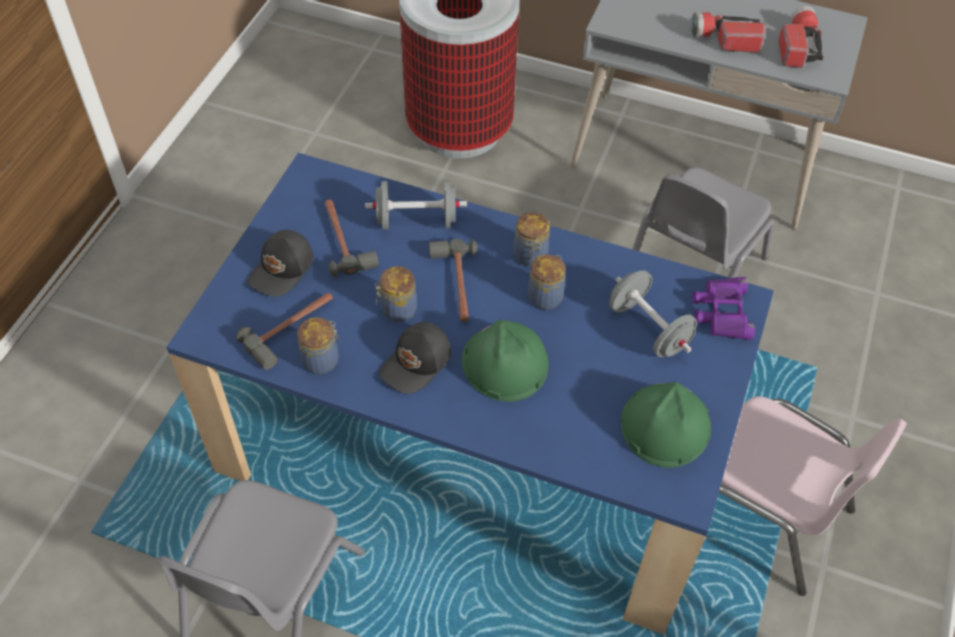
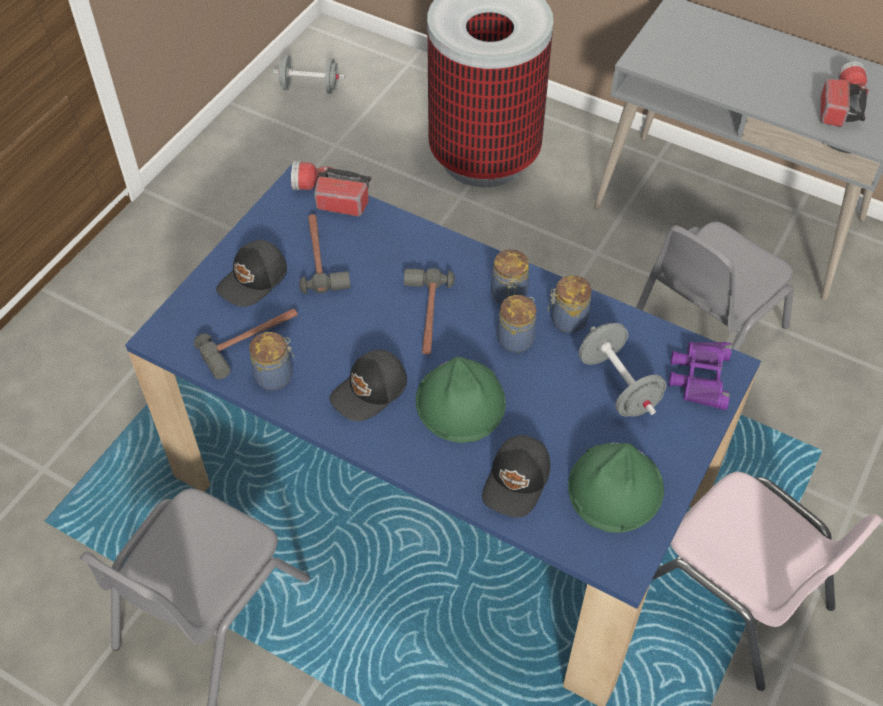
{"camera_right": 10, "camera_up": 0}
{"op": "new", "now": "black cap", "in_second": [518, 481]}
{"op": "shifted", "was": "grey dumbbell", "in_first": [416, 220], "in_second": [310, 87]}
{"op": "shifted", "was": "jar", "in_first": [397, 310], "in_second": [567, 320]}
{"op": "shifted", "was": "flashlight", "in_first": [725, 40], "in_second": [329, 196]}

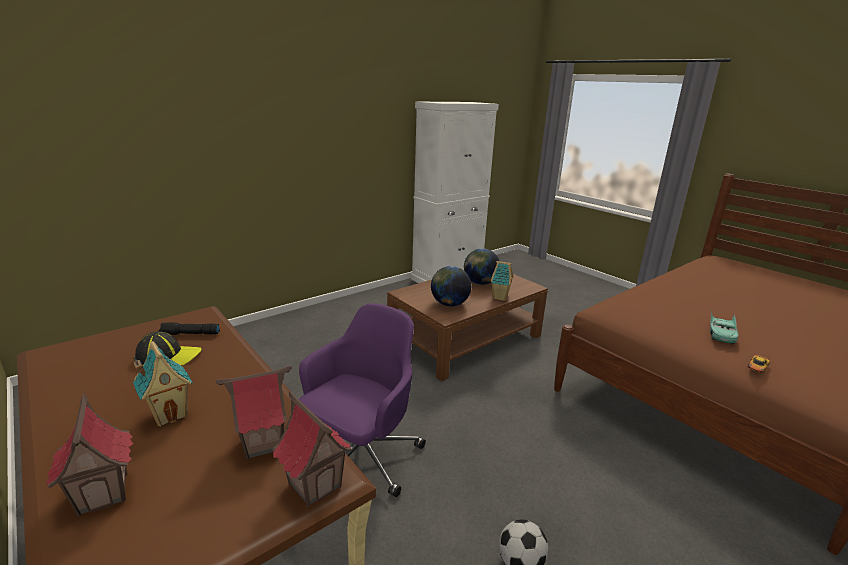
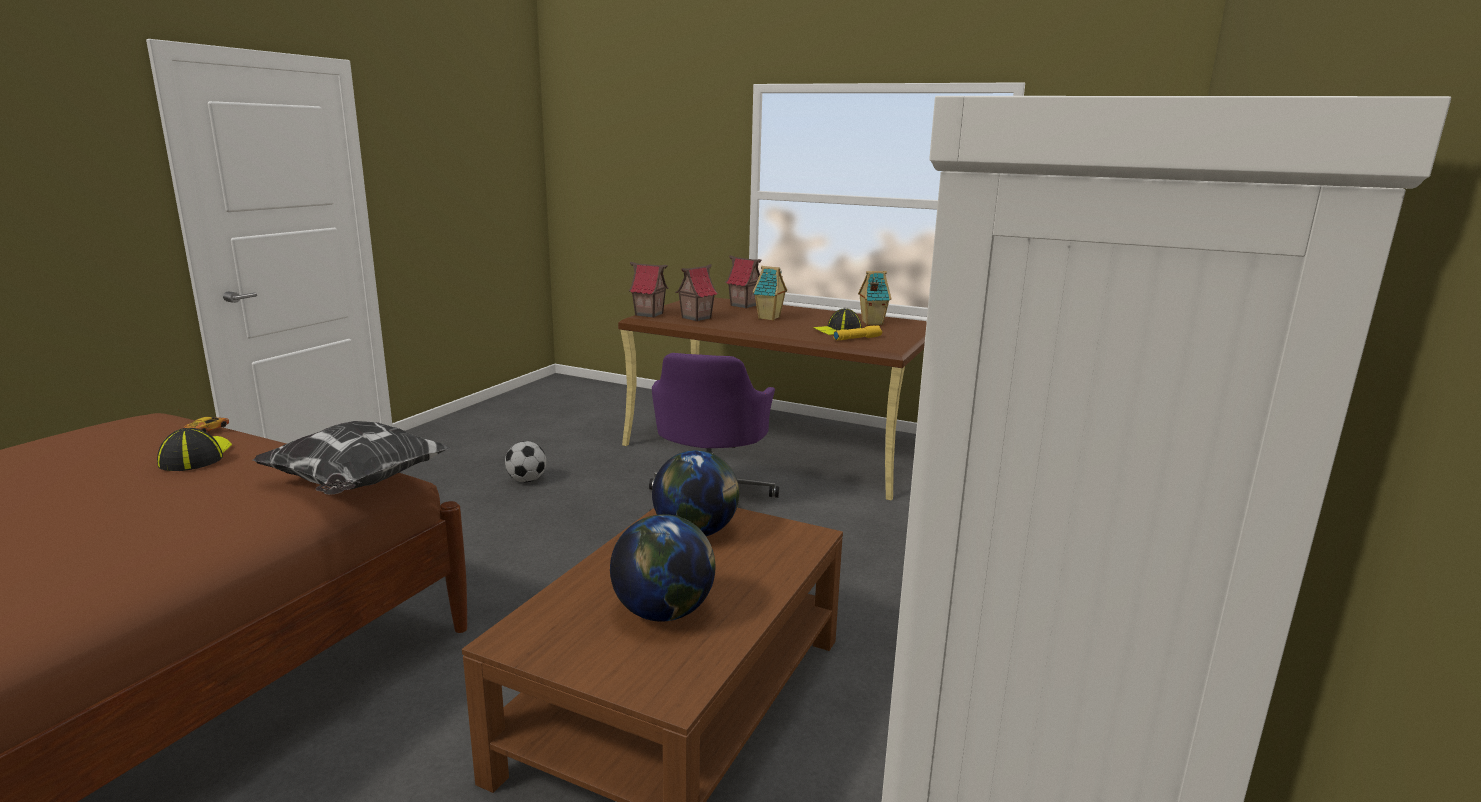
{"camera_right": 155, "camera_up": -5}
{"op": "new", "now": "pillow", "in_second": [357, 485]}
{"op": "shifted", "was": "toy house", "in_first": [500, 297], "in_second": [871, 323]}
{"op": "swapped", "was": "turquoise toy car", "now": "cap", "in_first": [721, 334], "in_second": [196, 457]}
{"op": "repainted", "was": "black flashlight", "now": "yellow flashlight", "in_first": [189, 334], "in_second": [857, 338]}

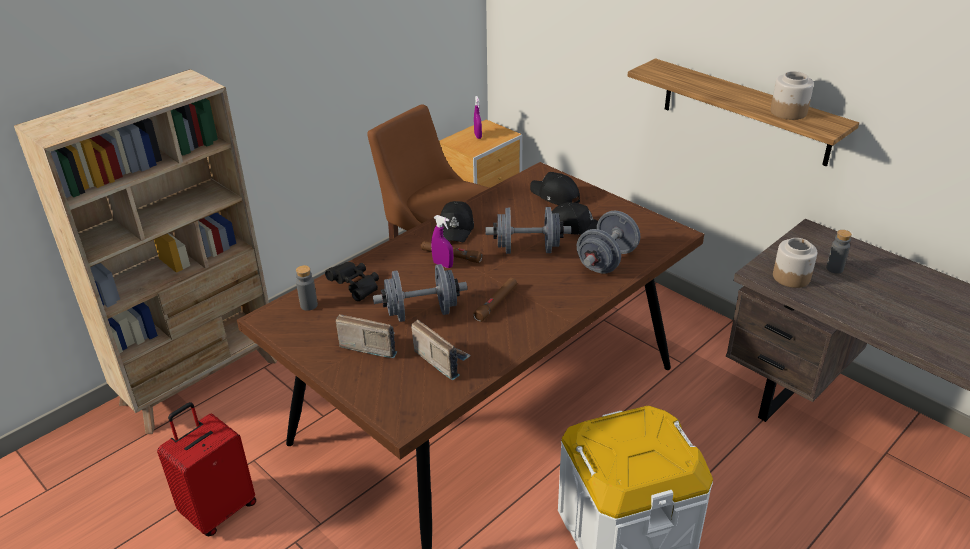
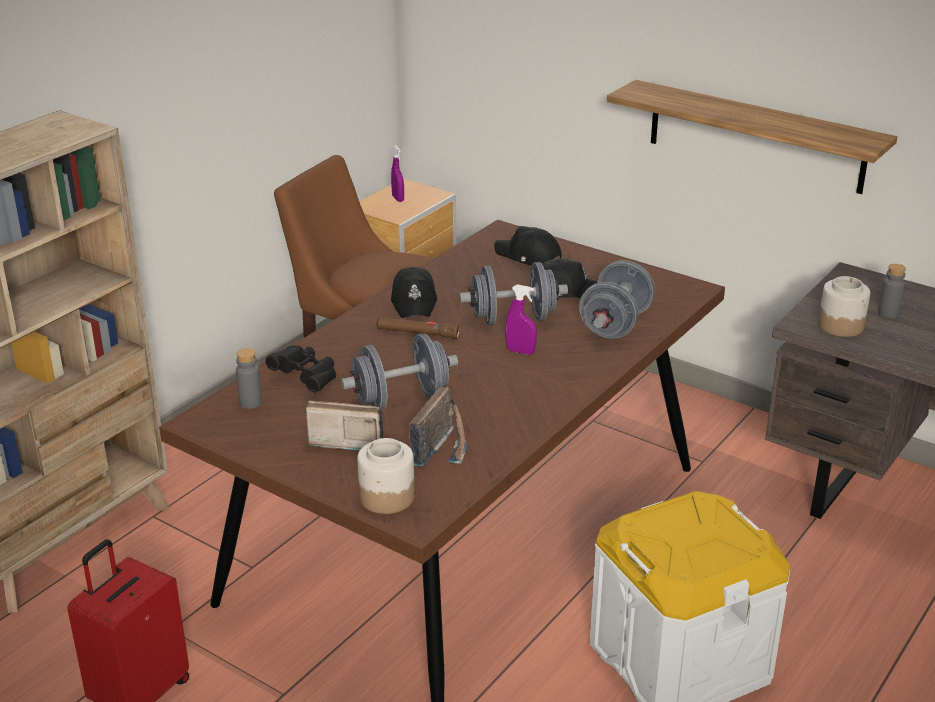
{"camera_right": -10, "camera_up": -5}
{"op": "gone", "was": "brown flashlight", "in_first": [496, 303]}
{"op": "shifted", "was": "purple spray bottle", "in_first": [443, 264], "in_second": [520, 351]}
{"op": "shifted", "was": "jar", "in_first": [788, 112], "in_second": [386, 497]}
{"op": "rotated", "was": "radio", "in_first": [441, 359], "in_second": [443, 448], "clockwise": 75}

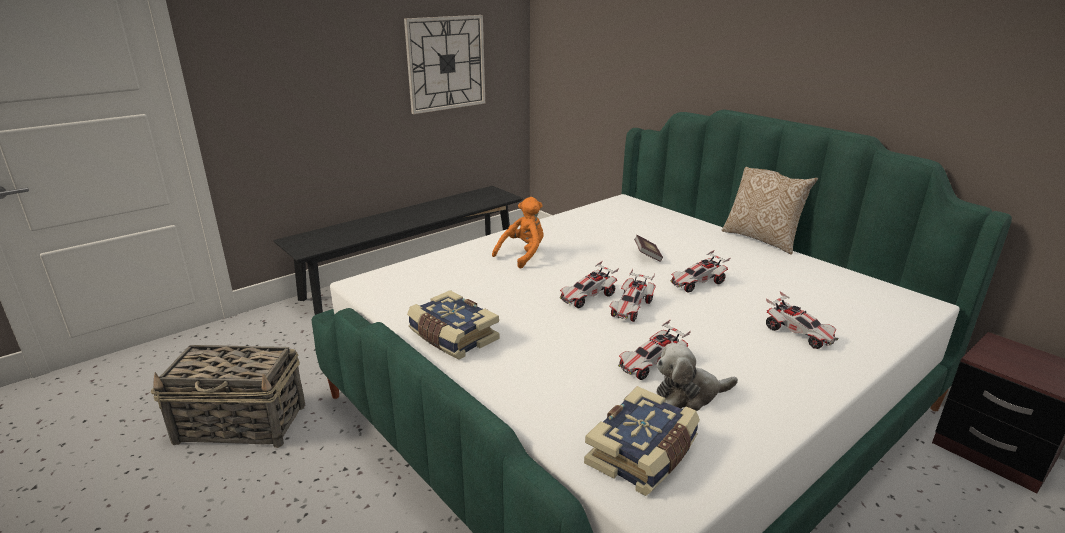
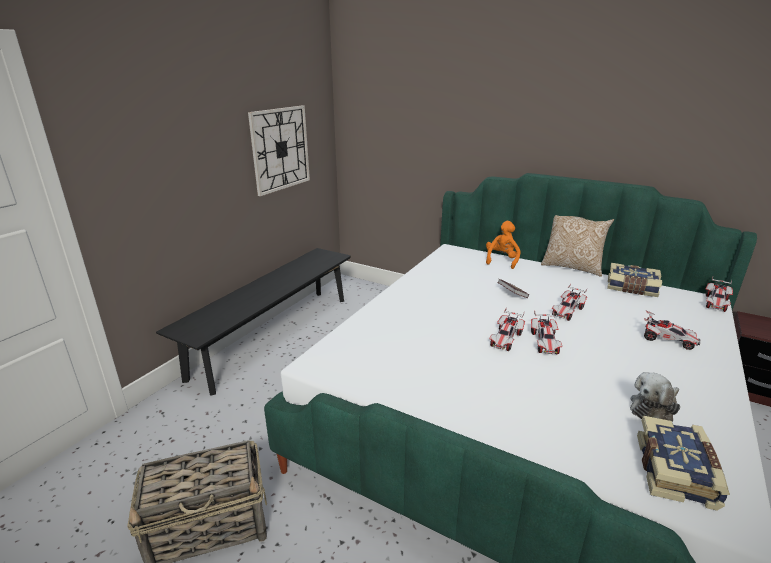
{"camera_right": -20, "camera_up": 0}
{"op": "shifted", "was": "book", "in_first": [452, 337], "in_second": [631, 288]}
{"op": "shifted", "was": "orange plush toy", "in_first": [523, 255], "in_second": [501, 260]}
{"op": "shifted", "was": "toy car", "in_first": [651, 365], "in_second": [716, 303]}

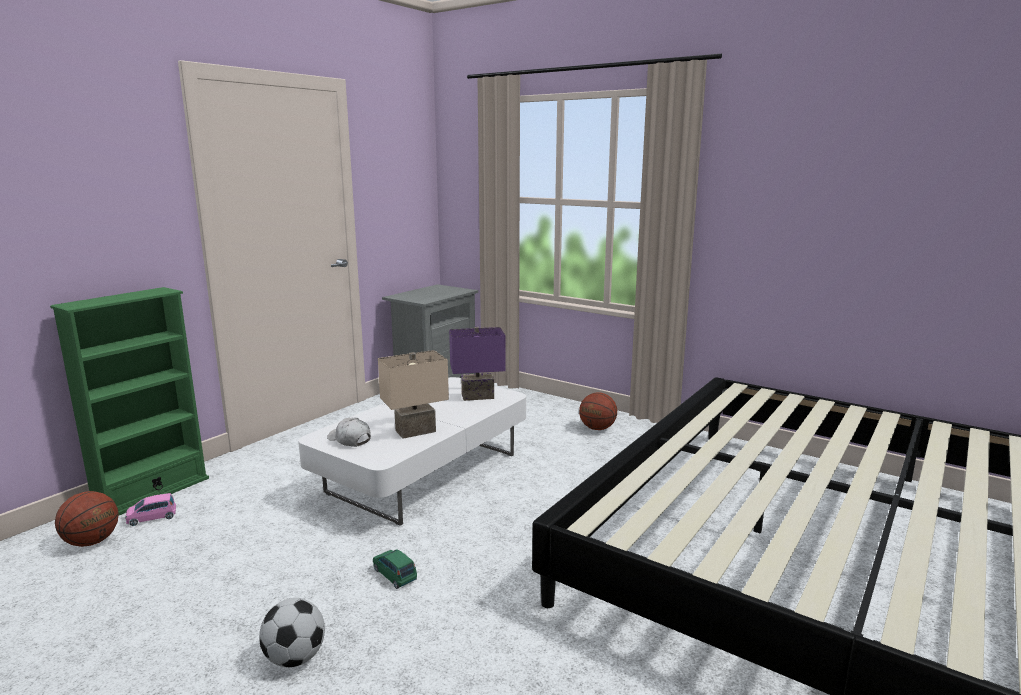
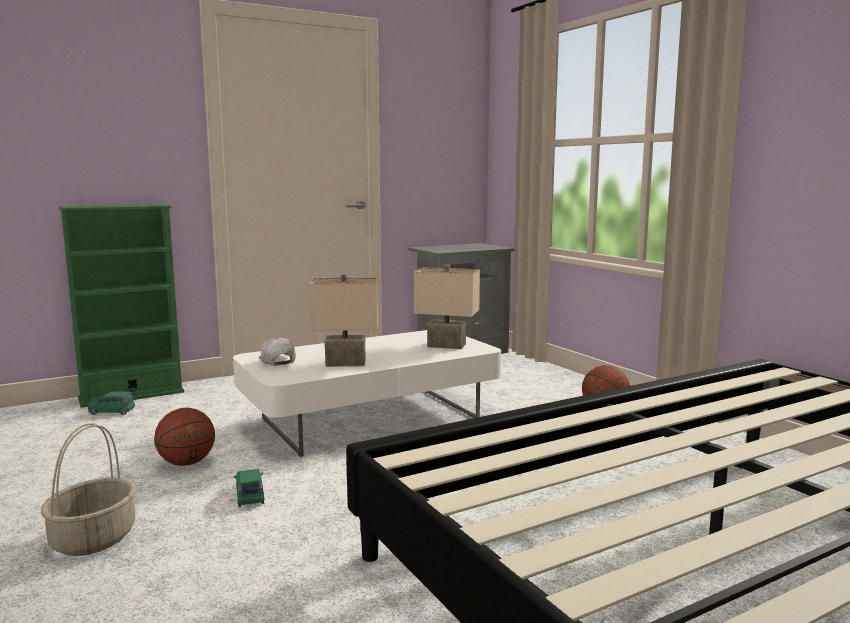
{"camera_right": 25, "camera_up": -5}
{"op": "shifted", "was": "basketball", "in_first": [92, 542], "in_second": [186, 463]}
{"op": "swapped", "was": "football", "now": "basket", "in_first": [295, 658], "in_second": [94, 538]}
{"op": "repainted", "was": "pink toy car", "now": "green toy car", "in_first": [152, 518], "in_second": [111, 412]}
{"op": "repainted", "was": "purple table lamp", "now": "beige table lamp", "in_first": [477, 397], "in_second": [445, 346]}

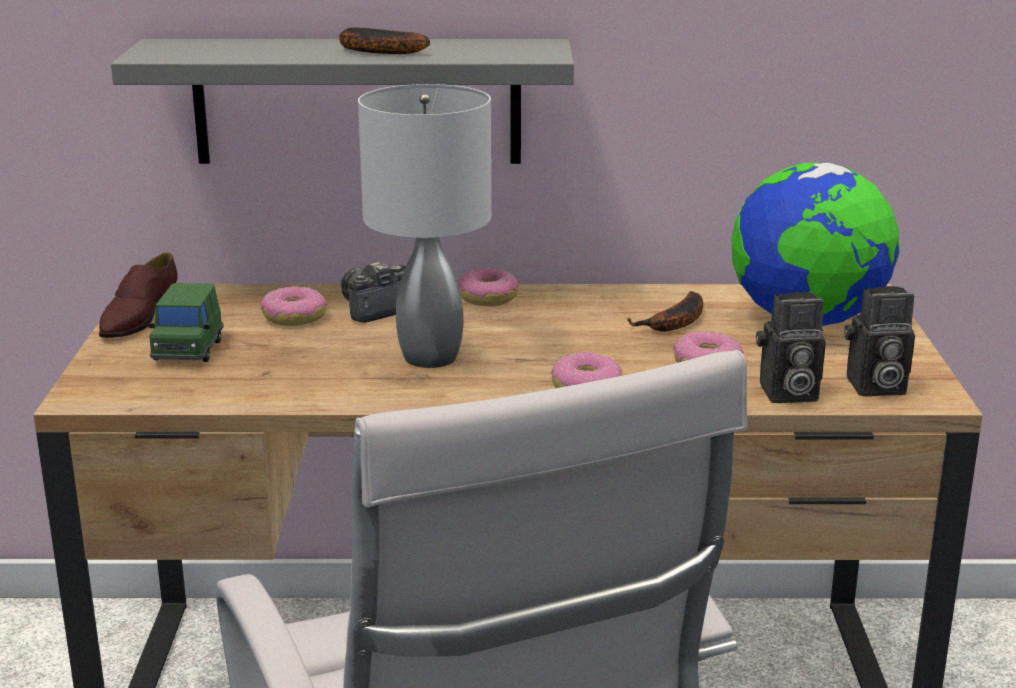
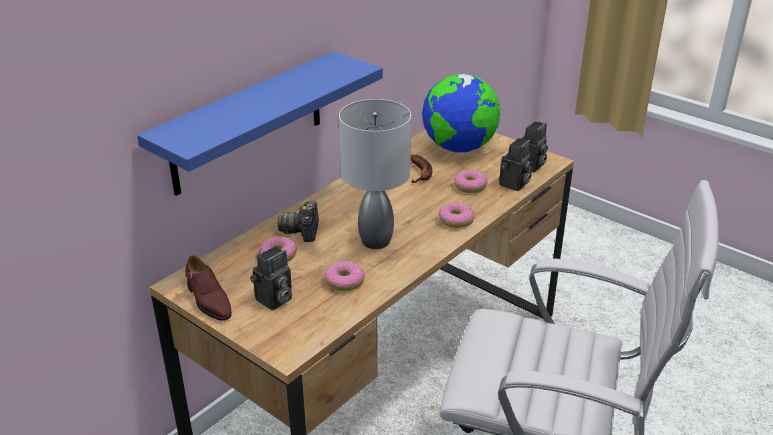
{"camera_right": -50, "camera_up": 10}
{"op": "gone", "was": "banana", "in_first": [373, 51]}
{"op": "shifted", "was": "donut", "in_first": [487, 298], "in_second": [344, 282]}
{"op": "swapped", "was": "green toy car", "now": "photo camera", "in_first": [188, 350], "in_second": [274, 300]}
{"op": "repainted", "was": "grey shelf", "now": "blue shelf", "in_first": [357, 101], "in_second": [248, 123]}

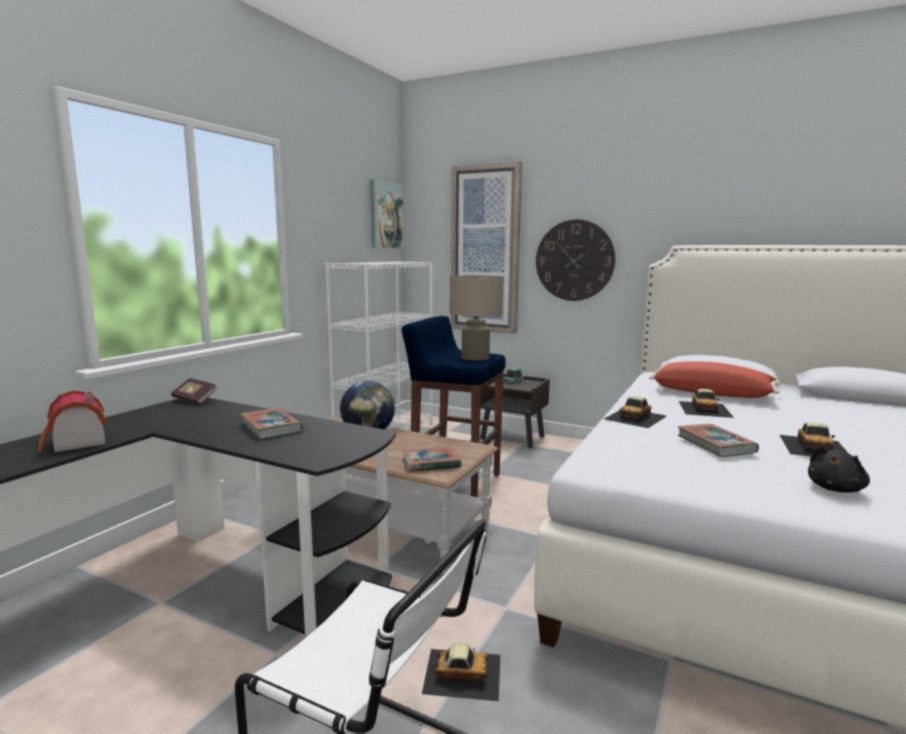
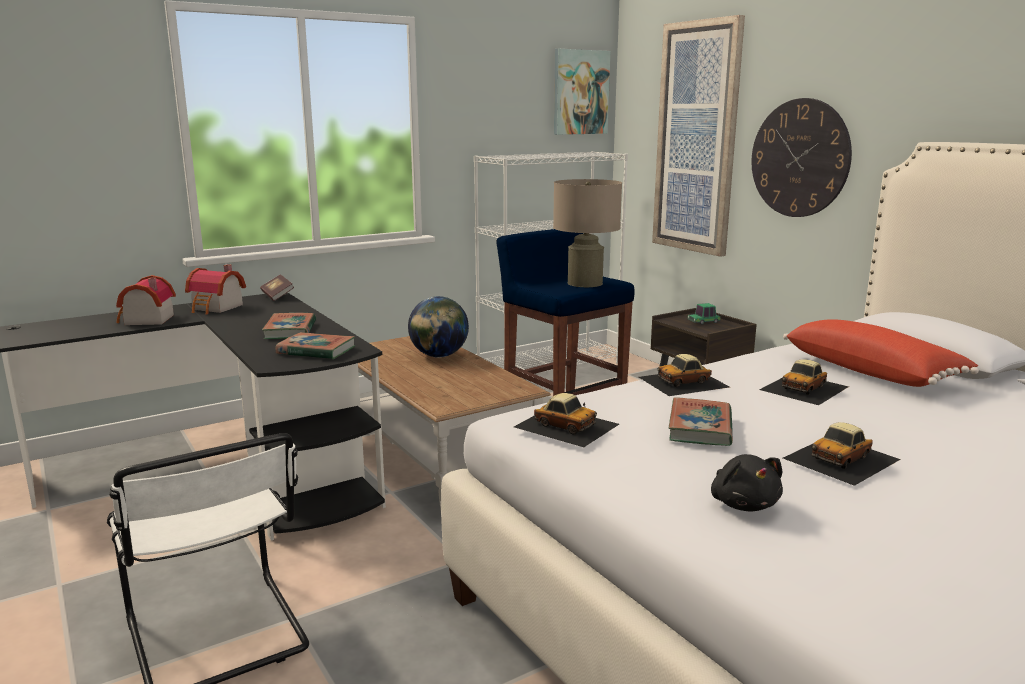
{"camera_right": 30, "camera_up": 5}
{"op": "new", "now": "toy house", "in_second": [217, 308]}
{"op": "shifted", "was": "book", "in_first": [431, 463], "in_second": [316, 351]}
{"op": "shifted", "was": "toy car", "in_first": [462, 673], "in_second": [566, 425]}
{"op": "rotated", "was": "black plush toy", "in_first": [836, 489], "in_second": [743, 504], "clockwise": -90}

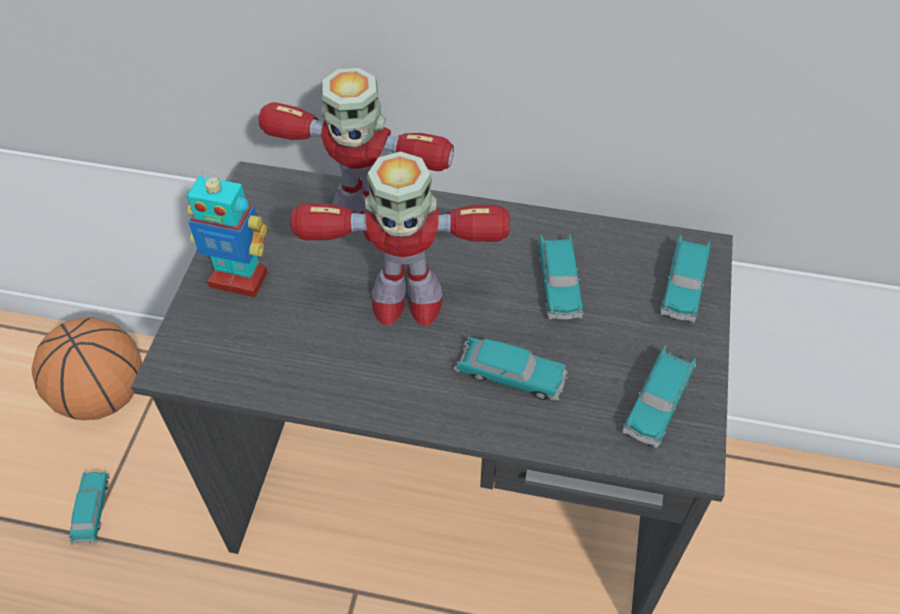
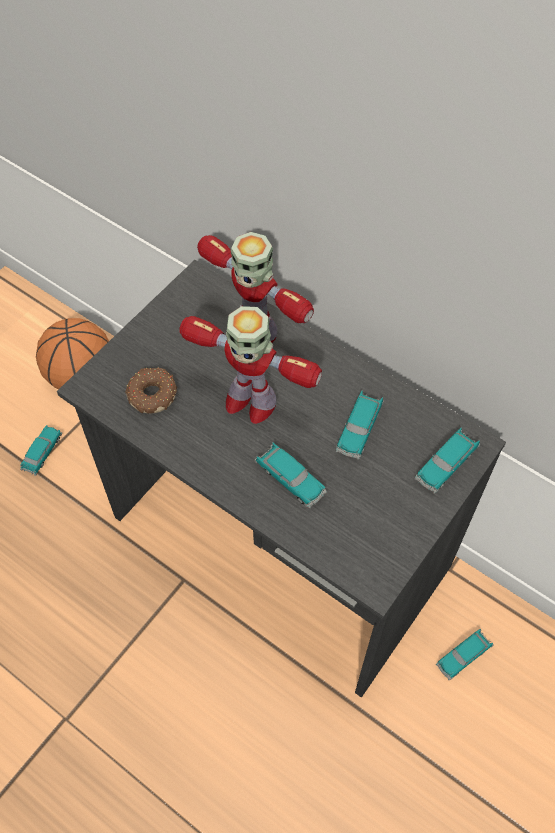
{"camera_right": 25, "camera_up": 5}
{"op": "gone", "was": "toy robot", "in_first": [239, 278]}
{"op": "new", "now": "donut", "in_second": [152, 394]}
{"op": "shifted", "was": "toy car", "in_first": [658, 401], "in_second": [463, 656]}

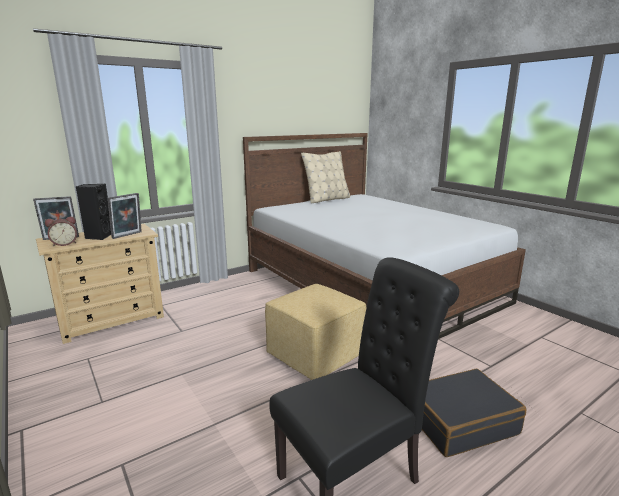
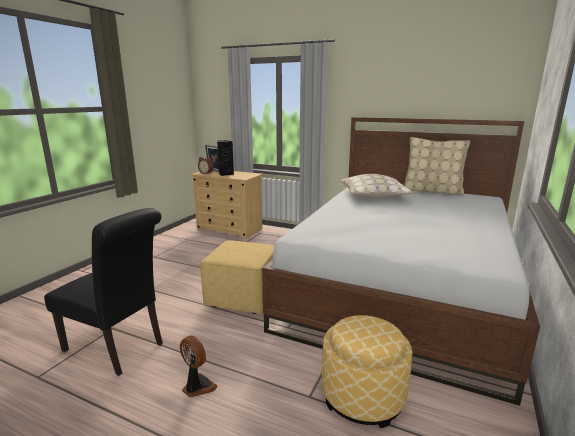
{"camera_right": 60, "camera_up": 0}
{"op": "gone", "was": "picture frame", "in_first": [128, 235]}
{"op": "new", "now": "ottoman", "in_second": [363, 396]}
{"op": "new", "now": "beige pillow", "in_second": [374, 196]}
{"op": "swapped", "was": "black suitcase", "now": "fan", "in_first": [460, 422], "in_second": [197, 387]}

